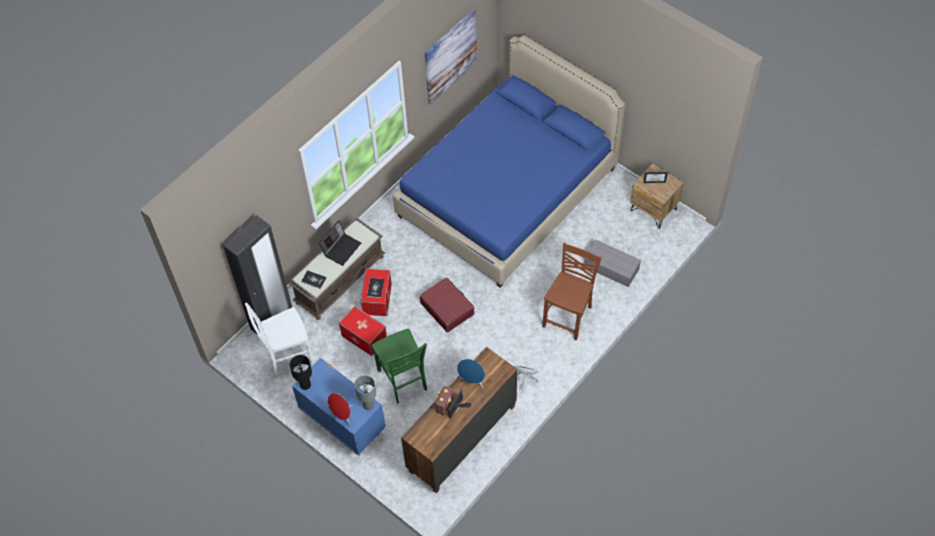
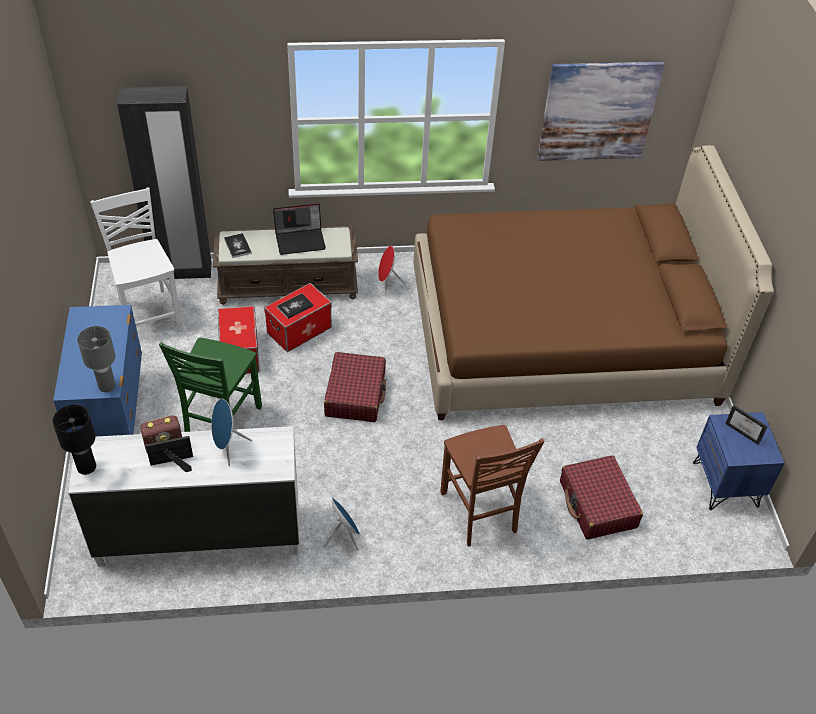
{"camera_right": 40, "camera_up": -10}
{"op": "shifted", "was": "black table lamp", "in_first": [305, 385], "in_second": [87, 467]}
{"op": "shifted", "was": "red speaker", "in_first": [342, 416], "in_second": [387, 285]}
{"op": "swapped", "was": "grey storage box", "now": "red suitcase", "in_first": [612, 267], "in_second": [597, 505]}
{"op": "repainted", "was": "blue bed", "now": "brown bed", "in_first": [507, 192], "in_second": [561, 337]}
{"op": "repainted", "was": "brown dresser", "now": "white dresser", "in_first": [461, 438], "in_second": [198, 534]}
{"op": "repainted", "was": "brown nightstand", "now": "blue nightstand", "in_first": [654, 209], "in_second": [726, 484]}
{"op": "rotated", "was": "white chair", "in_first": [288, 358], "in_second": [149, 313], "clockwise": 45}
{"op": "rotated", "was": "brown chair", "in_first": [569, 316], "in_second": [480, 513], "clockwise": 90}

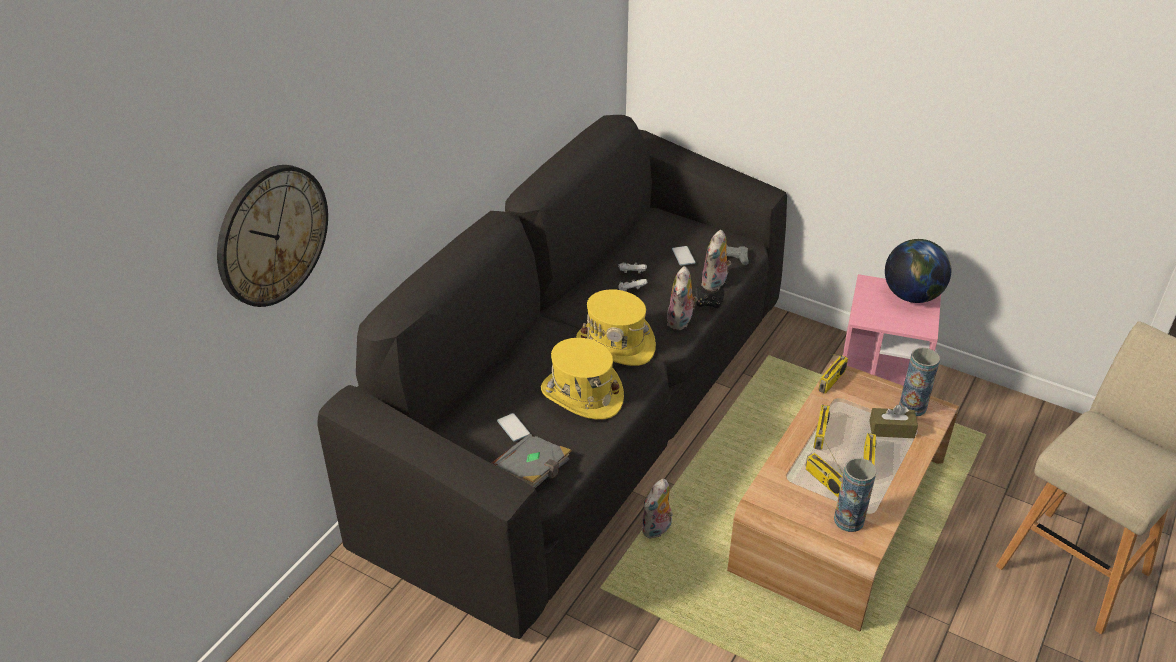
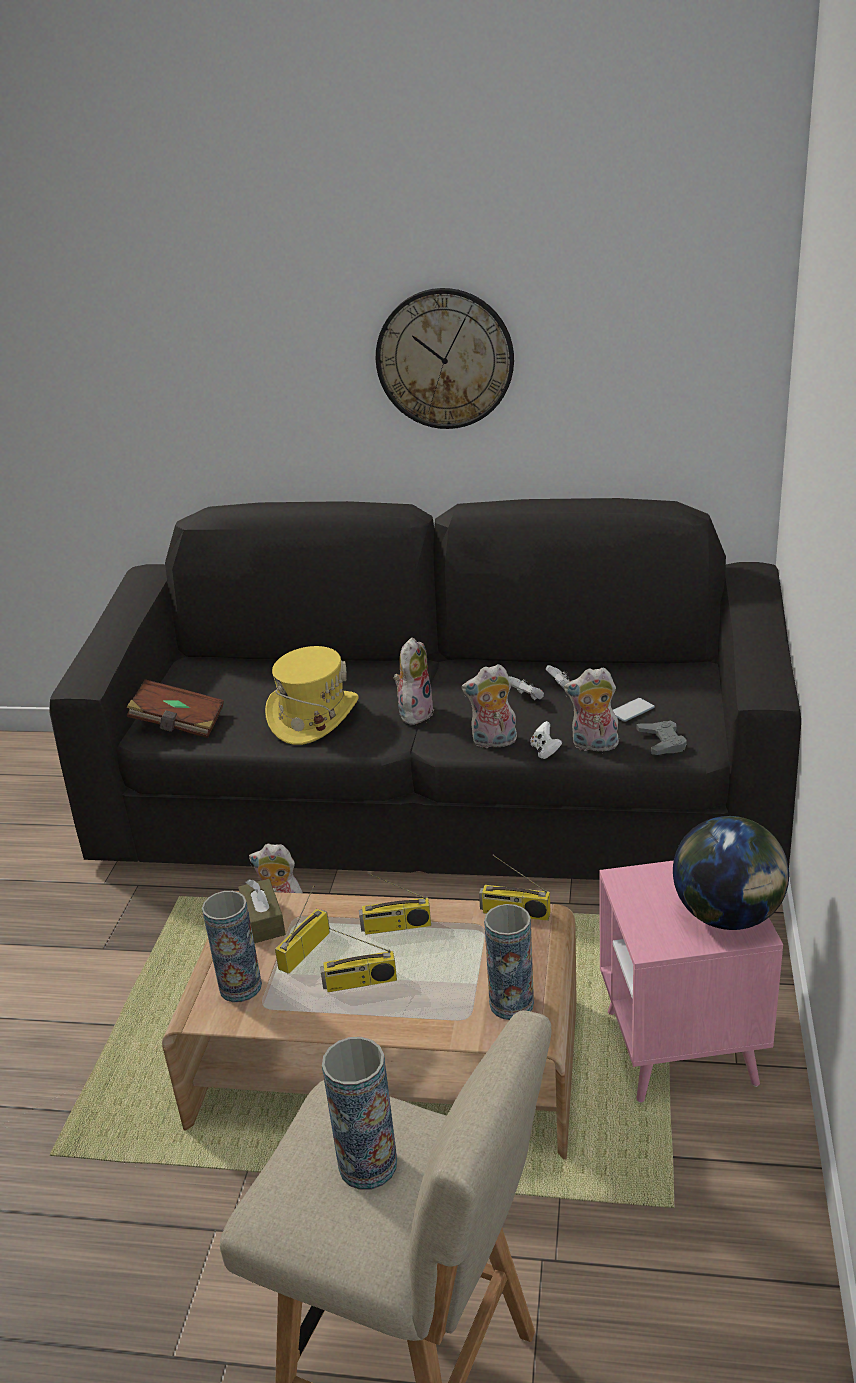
{"camera_right": 70, "camera_up": -10}
{"op": "gone", "was": "phone", "in_first": [513, 428]}
{"op": "new", "now": "vase", "in_second": [368, 1164]}
{"op": "shifted", "was": "wall clock", "in_first": [272, 235], "in_second": [445, 359]}
{"op": "shifted", "was": "brown tissue box", "in_first": [891, 429], "in_second": [263, 920]}
{"op": "swapped", "was": "yellow hat", "now": "plush toy", "in_first": [615, 344], "in_second": [415, 712]}
{"op": "repainted", "was": "grey book", "now": "brown book", "in_first": [532, 473], "in_second": [178, 724]}
{"op": "repainted", "was": "black game controller", "now": "white game controller", "in_first": [708, 304], "in_second": [545, 751]}

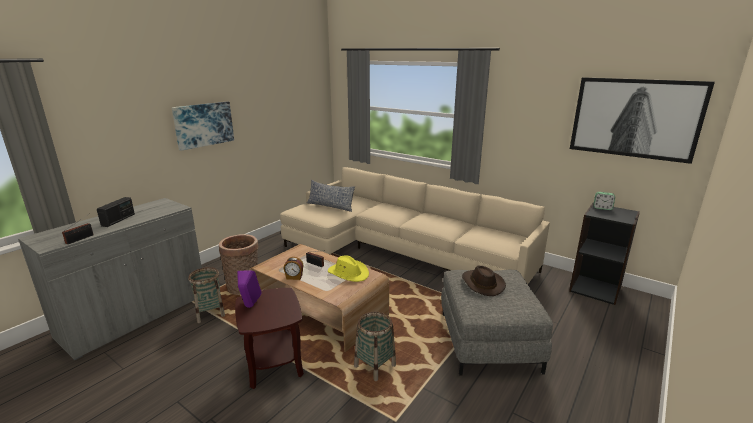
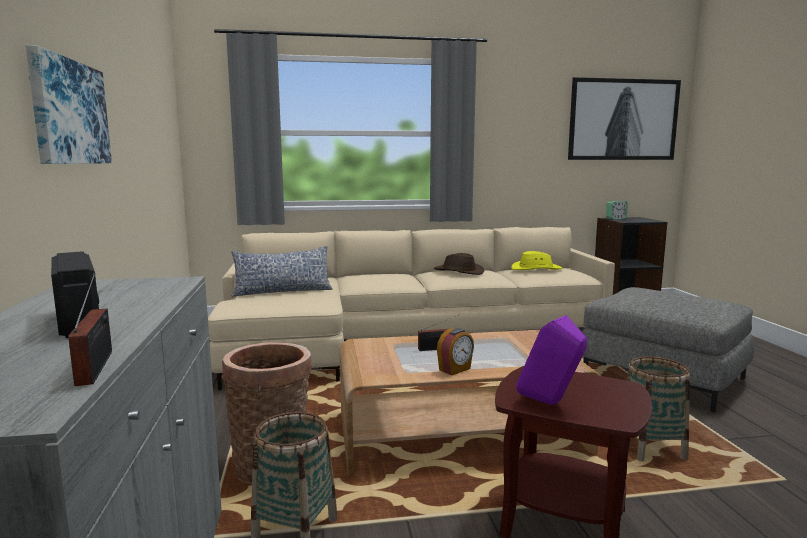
{"camera_right": -45, "camera_up": -10}
{"op": "shifted", "was": "yellow hat", "in_first": [348, 273], "in_second": [536, 269]}
{"op": "shifted", "was": "brown hat", "in_first": [482, 284], "in_second": [458, 272]}

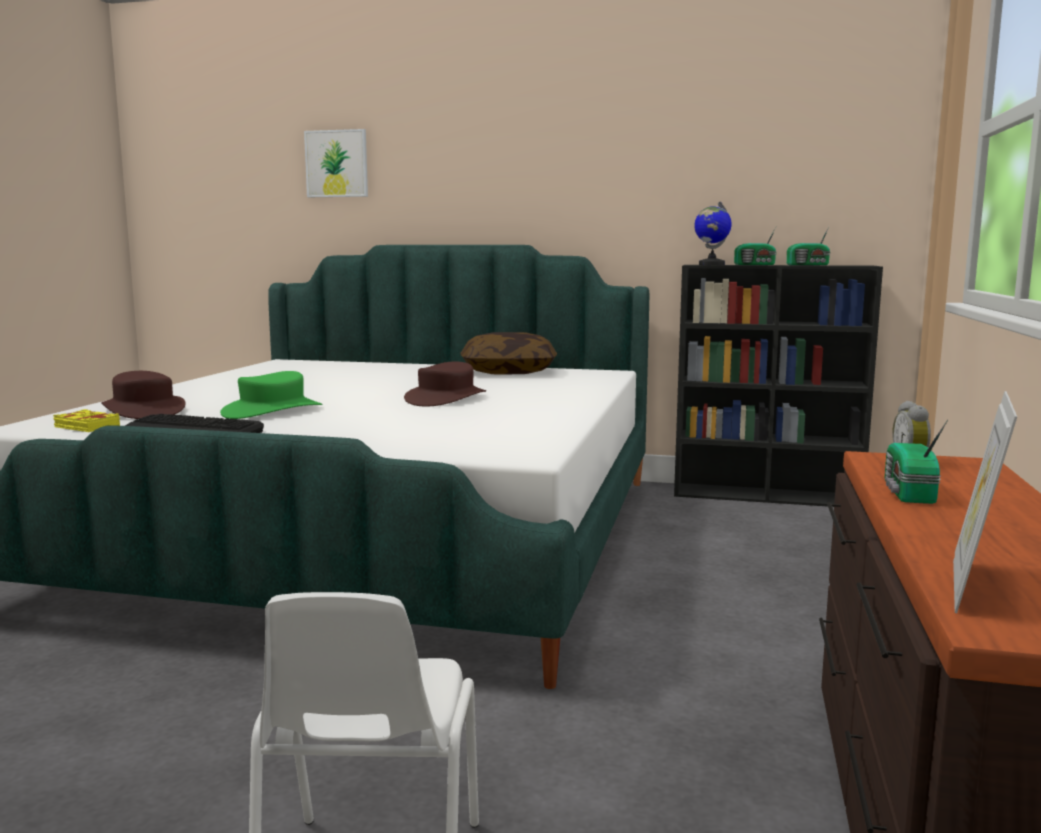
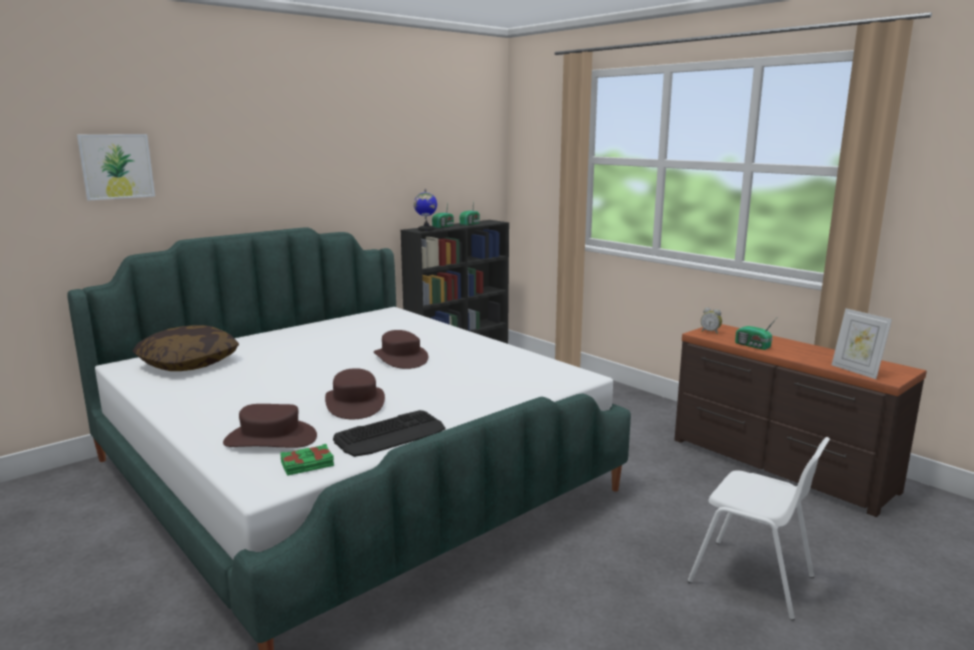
{"camera_right": -55, "camera_up": 5}
{"op": "shifted", "was": "pillow", "in_first": [508, 372], "in_second": [189, 363]}
{"op": "repainted", "was": "yellow book", "now": "green book", "in_first": [86, 427], "in_second": [307, 464]}
{"op": "repainted", "was": "green hat", "now": "brown hat", "in_first": [272, 411], "in_second": [355, 403]}

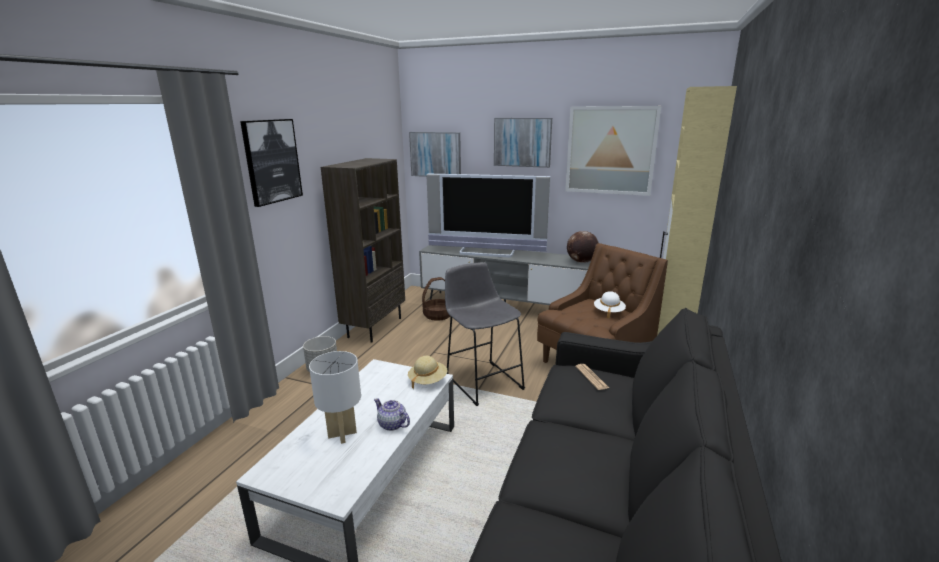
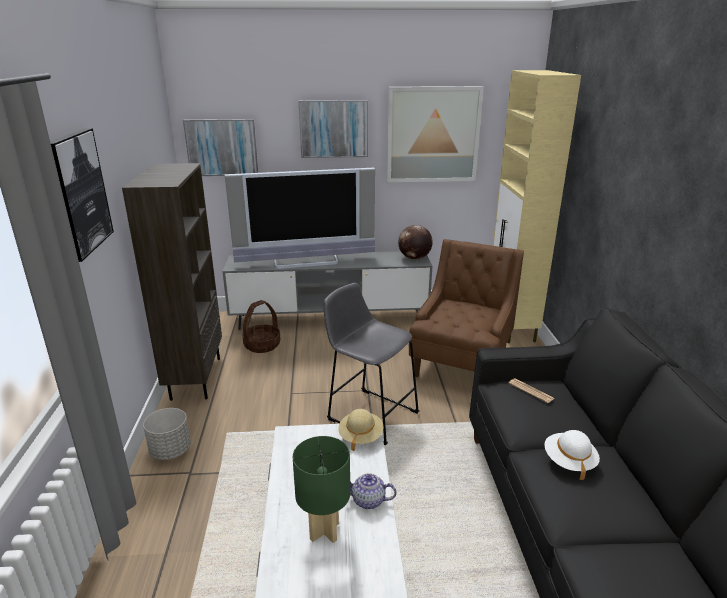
{"camera_right": -25, "camera_up": 5}
{"op": "shifted", "was": "white hat", "in_first": [608, 312], "in_second": [569, 461]}
{"op": "repainted", "was": "white table lamp", "now": "green table lamp", "in_first": [342, 434], "in_second": [325, 531]}

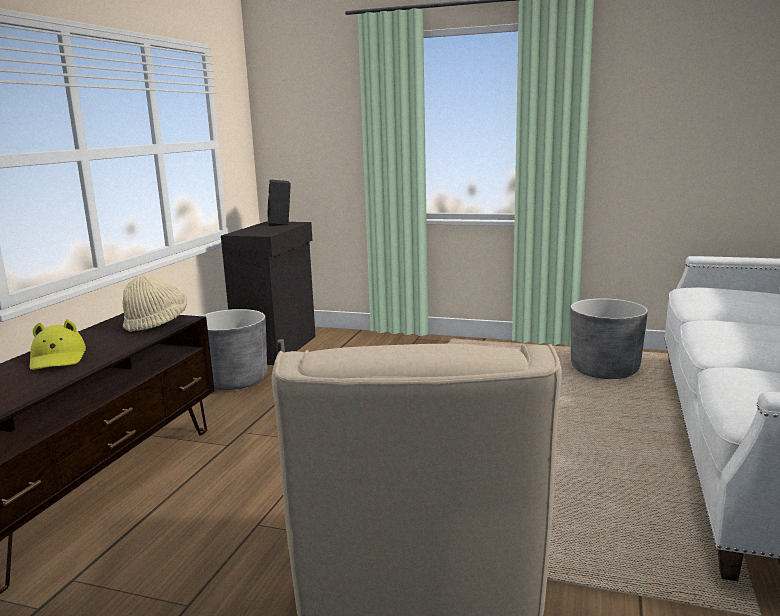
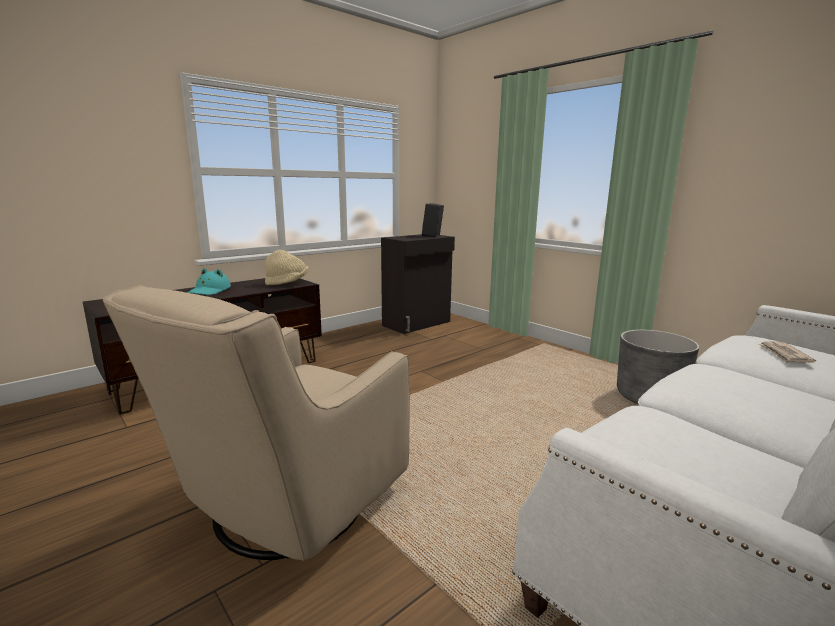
{"camera_right": 30, "camera_up": 0}
{"op": "gone", "was": "grey planter", "in_first": [234, 380]}
{"op": "new", "now": "newspaper", "in_second": [784, 355]}
{"op": "repainted", "was": "yellow hat", "now": "turquoise hat", "in_first": [58, 358], "in_second": [209, 291]}

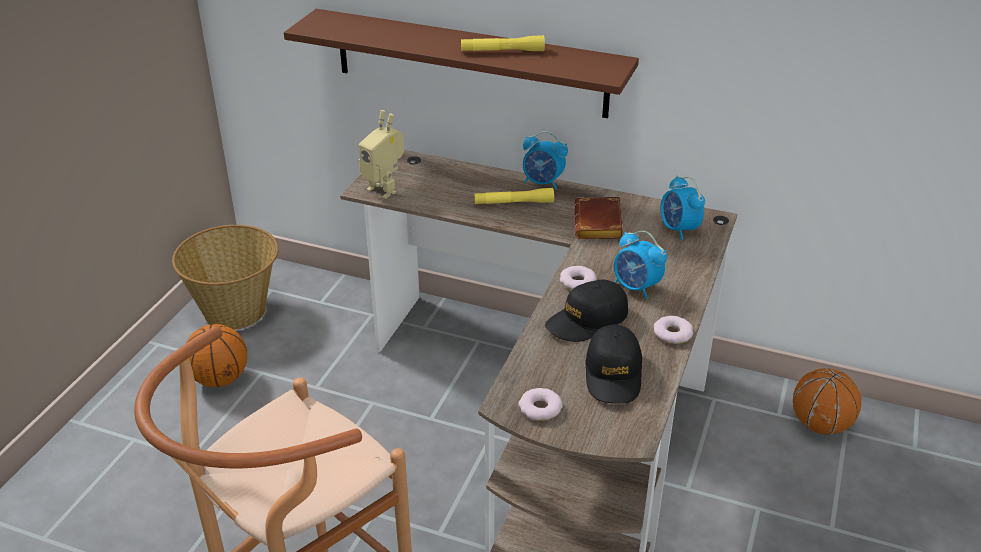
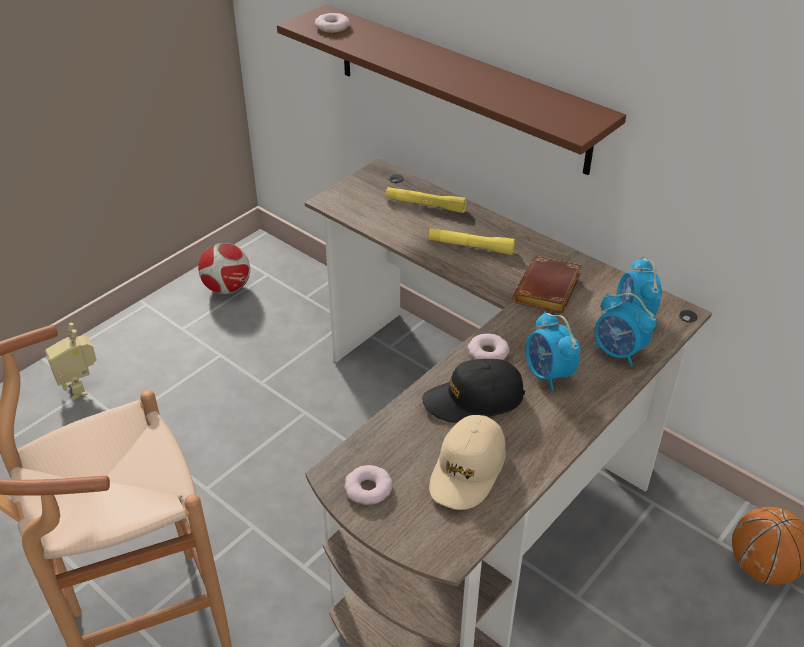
{"camera_right": 20, "camera_up": 5}
{"op": "gone", "was": "basketball", "in_first": [220, 379]}
{"op": "shifted", "was": "toy robot", "in_first": [385, 189], "in_second": [81, 387]}
{"op": "shifted", "was": "yellow flashlight", "in_first": [502, 51], "in_second": [425, 205]}
{"op": "shifted", "was": "alarm clock", "in_first": [543, 183], "in_second": [618, 352]}
{"op": "shifted", "was": "donut", "in_first": [672, 333], "in_second": [332, 27]}
{"op": "swapped", "was": "basket", "now": "football", "in_first": [236, 311], "in_second": [227, 288]}
{"op": "repainted", "was": "black cap", "now": "beige cap", "in_first": [613, 374], "in_second": [467, 470]}

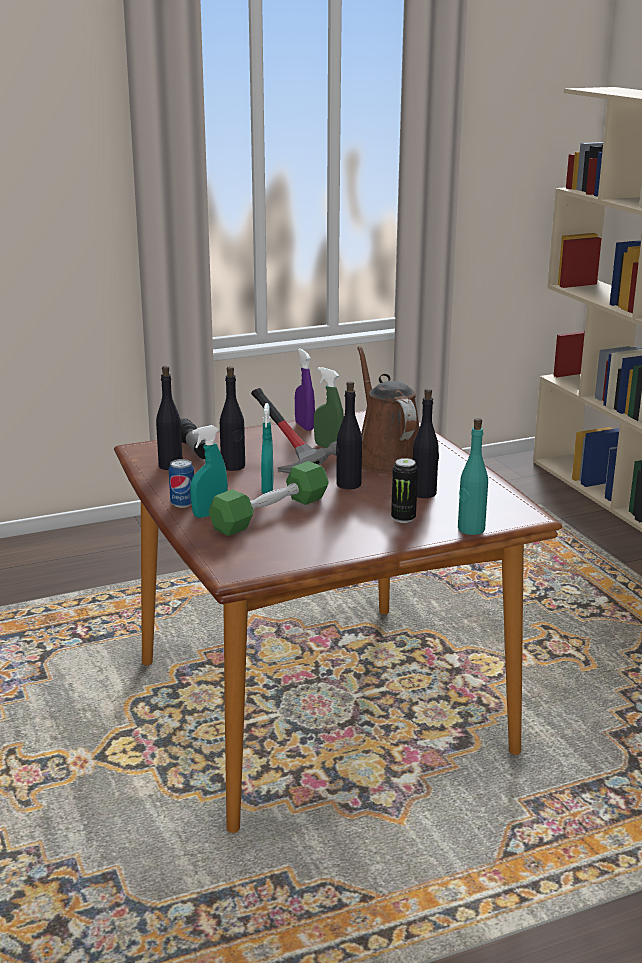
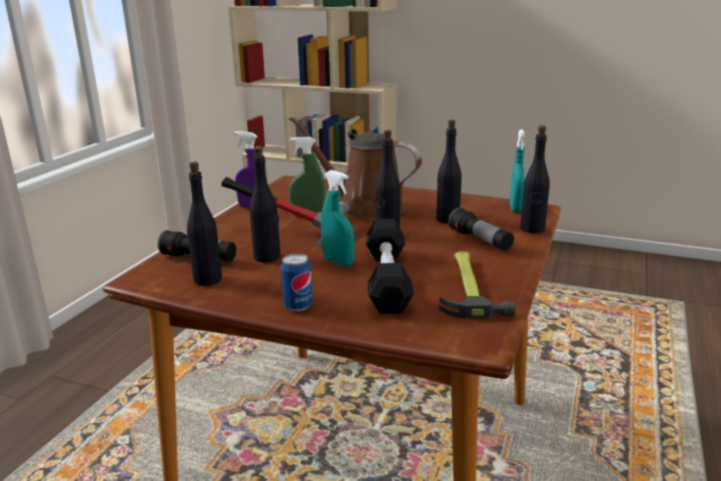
{"camera_right": -45, "camera_up": 0}
{"op": "new", "now": "hammer", "in_second": [469, 287]}
{"op": "shifted", "was": "turquoise spray bottle", "in_first": [210, 514], "in_second": [515, 208]}
{"op": "swapped", "was": "can", "now": "flashlight", "in_first": [403, 518], "in_second": [480, 240]}
{"op": "repainted", "was": "green dumbbell", "now": "black dumbbell", "in_first": [270, 513], "in_second": [387, 279]}
{"op": "repainted", "was": "turquoise bottle", "now": "black bottle", "in_first": [470, 529], "in_second": [532, 229]}

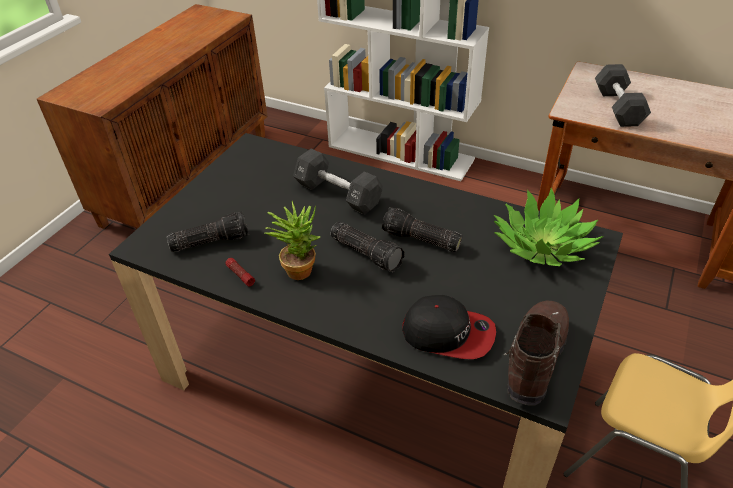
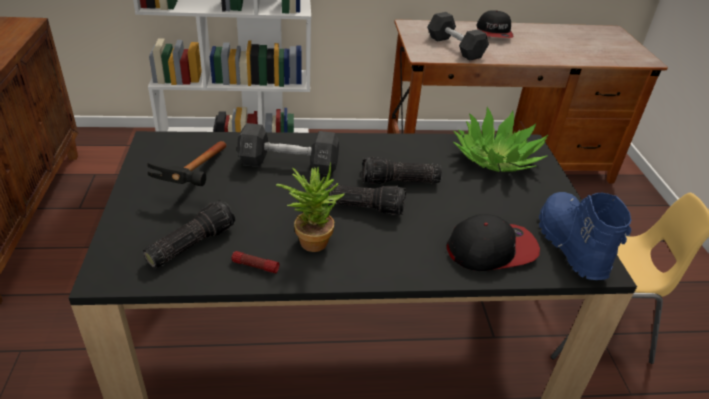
{"camera_right": -35, "camera_up": -5}
{"op": "new", "now": "hammer", "in_second": [196, 183]}
{"op": "new", "now": "cap", "in_second": [494, 33]}
{"op": "repainted", "was": "brown boot", "now": "blue boot", "in_first": [533, 359], "in_second": [569, 245]}

